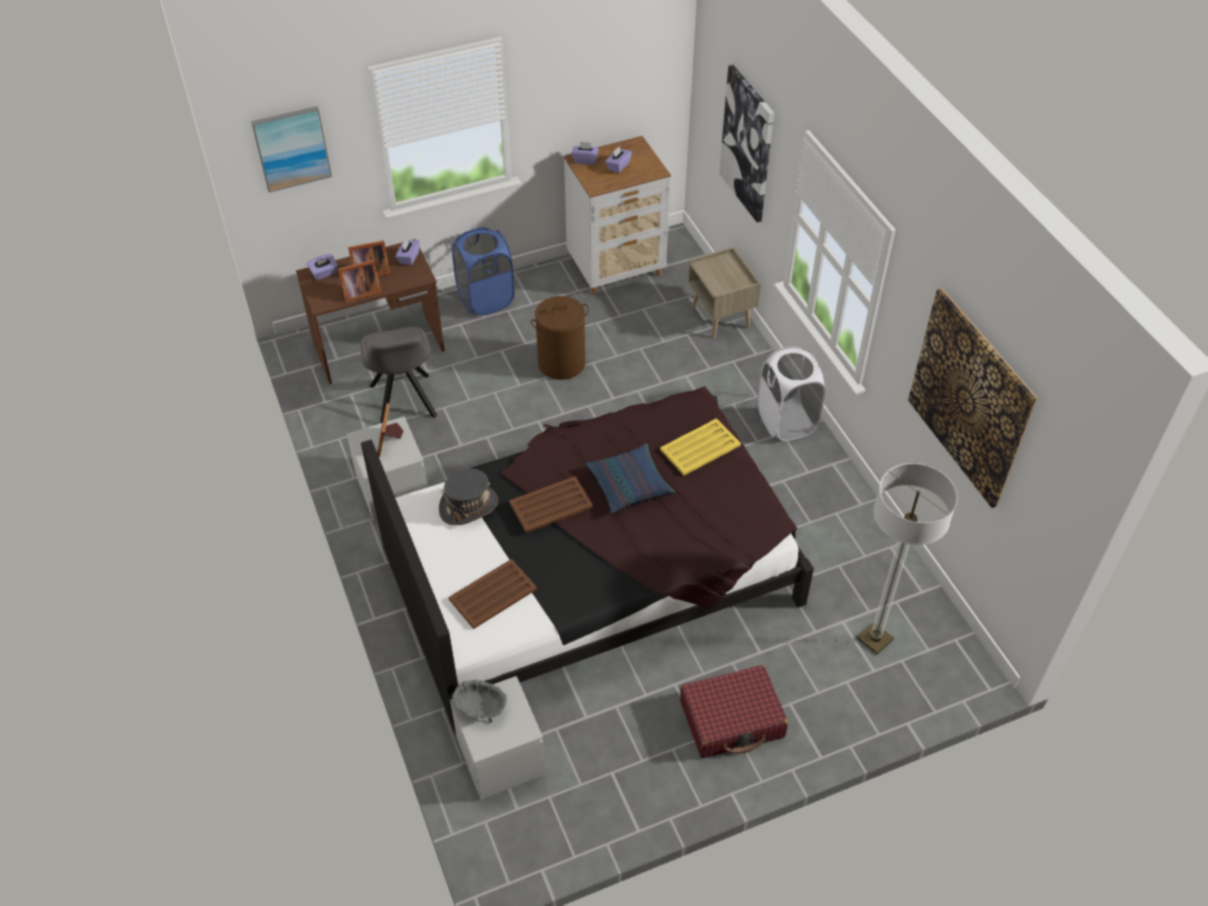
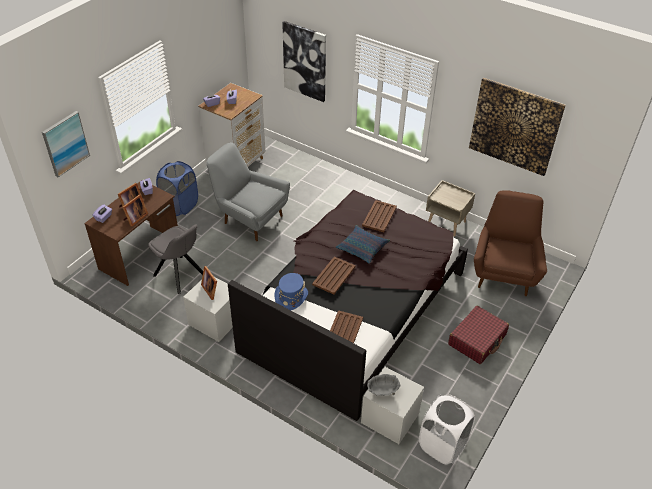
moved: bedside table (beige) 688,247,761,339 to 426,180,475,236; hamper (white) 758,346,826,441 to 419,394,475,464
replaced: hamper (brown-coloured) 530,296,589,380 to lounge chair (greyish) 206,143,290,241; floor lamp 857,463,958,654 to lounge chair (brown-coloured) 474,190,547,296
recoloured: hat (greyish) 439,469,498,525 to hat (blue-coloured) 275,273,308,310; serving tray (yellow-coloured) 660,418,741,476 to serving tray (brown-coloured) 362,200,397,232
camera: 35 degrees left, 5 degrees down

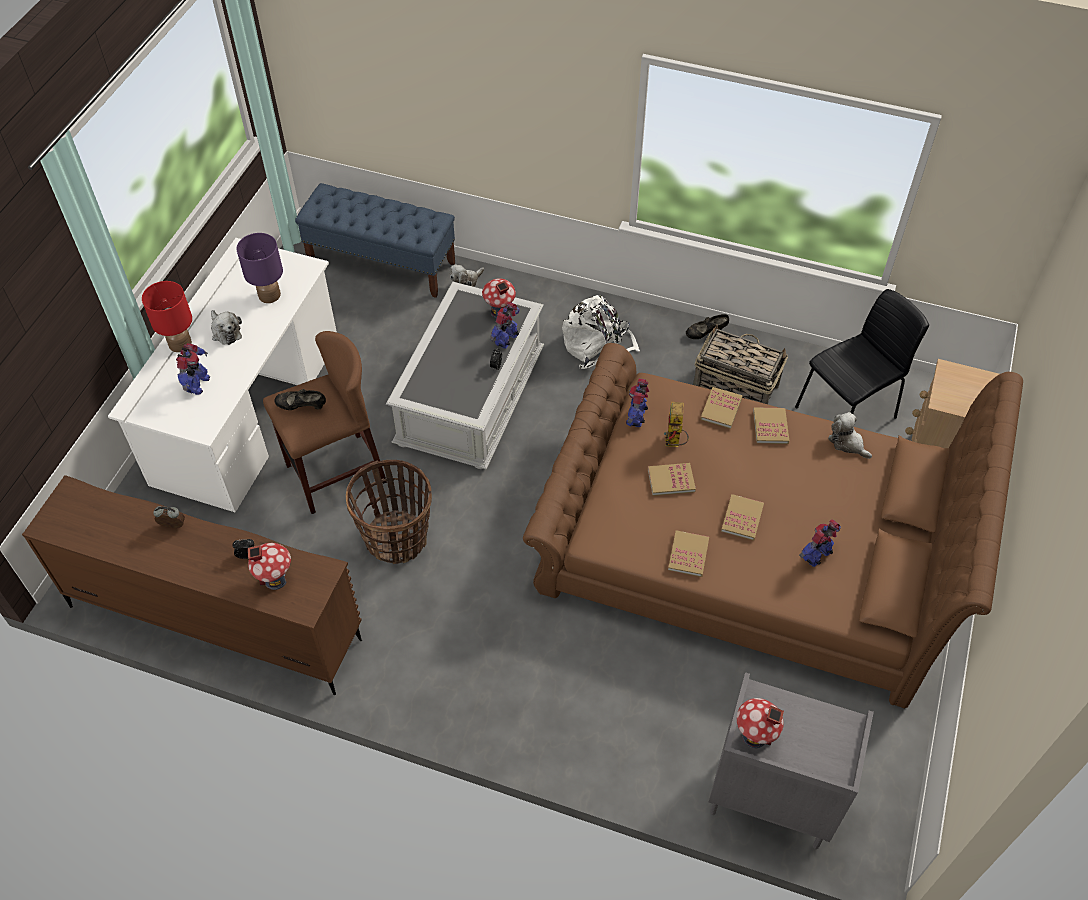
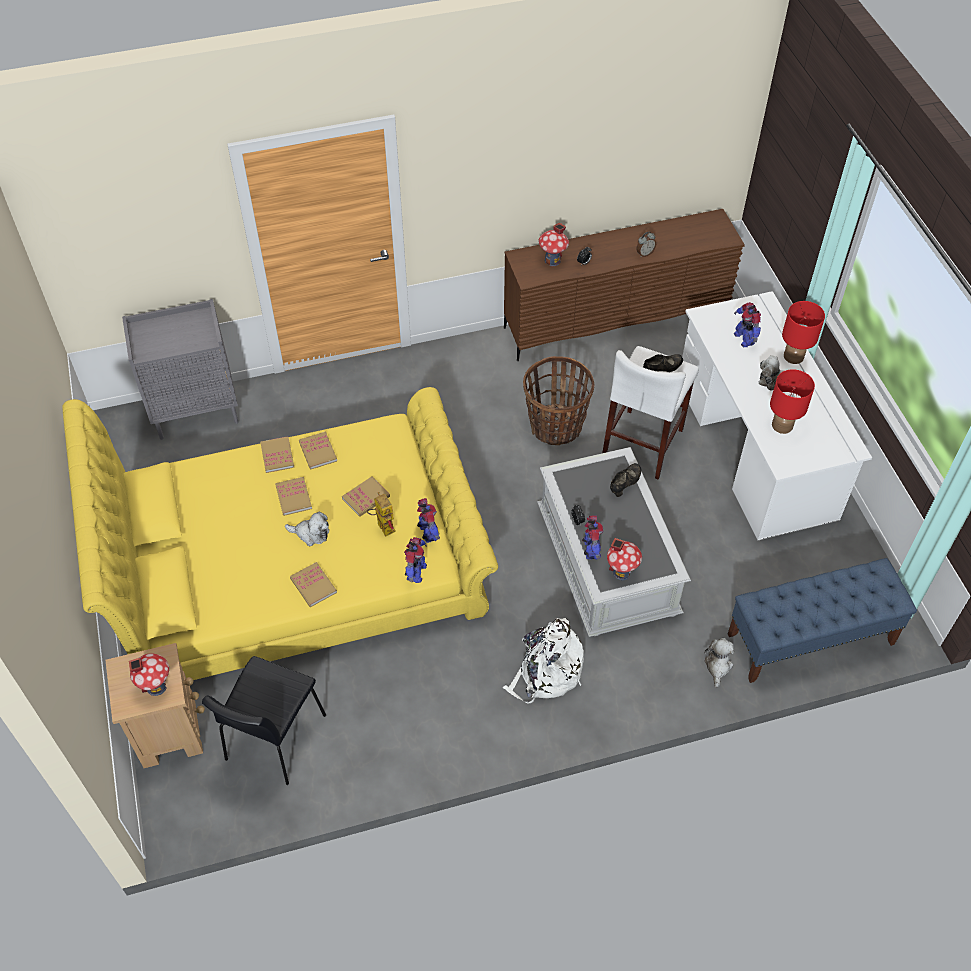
removed: basket 693,324,788,404
moved: low shoe (blackish) 686,314,729,339 to 610,463,642,497; bound book 700,387,743,429 to 260,436,294,473; toy house 737,698,784,748 to 129,653,169,696; toy robot 799,519,841,567 to 404,537,427,583; soft toy 828,412,872,459 to 285,512,329,546
recoloured: table lamp (purplish) 236,233,283,303 to table lamp (red-coloured) 770,369,815,434; stool (brown-coloured) 263,331,387,514 to stool (white) 602,346,699,479; bedroom bed (brown-coloured) 523,343,1023,708 to bedroom bed (yellow-coloured) 62,387,498,680
camera: 145 degrees right, 0 degrees up

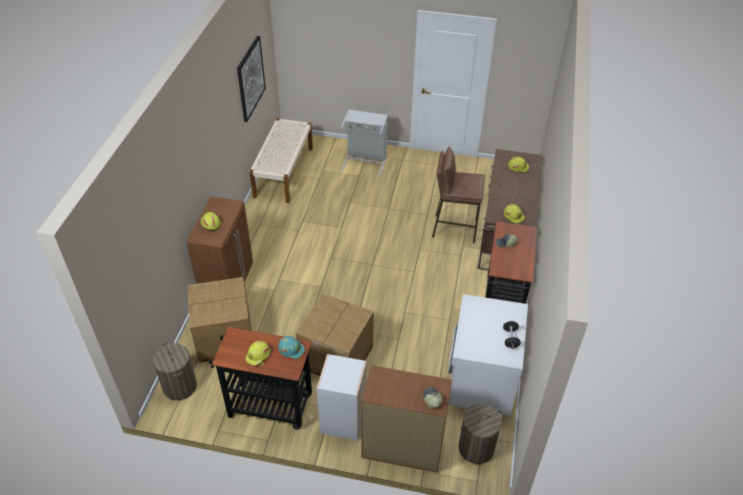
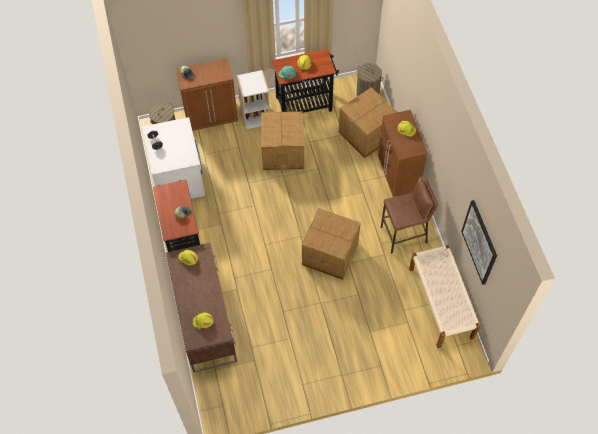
removed: hamper (greyish) 340,109,388,177
added: cardboard box 302,208,361,280
moved: stool (brown-coloured) 432,147,485,243 to 381,177,438,254
camera: 155 degrees right, 15 degrees up

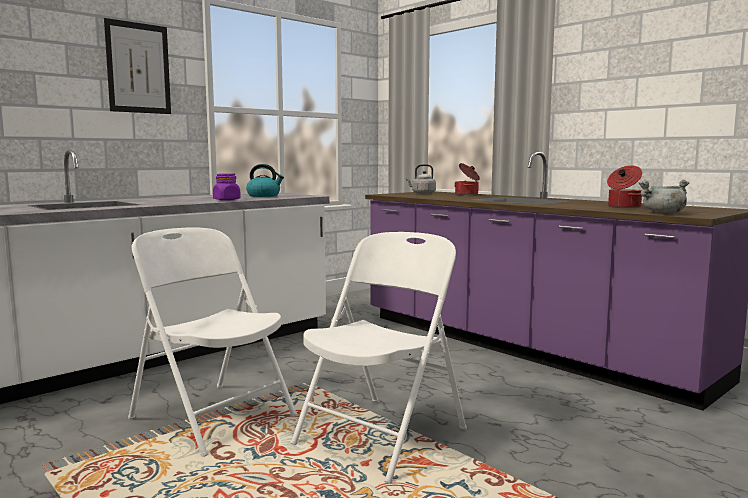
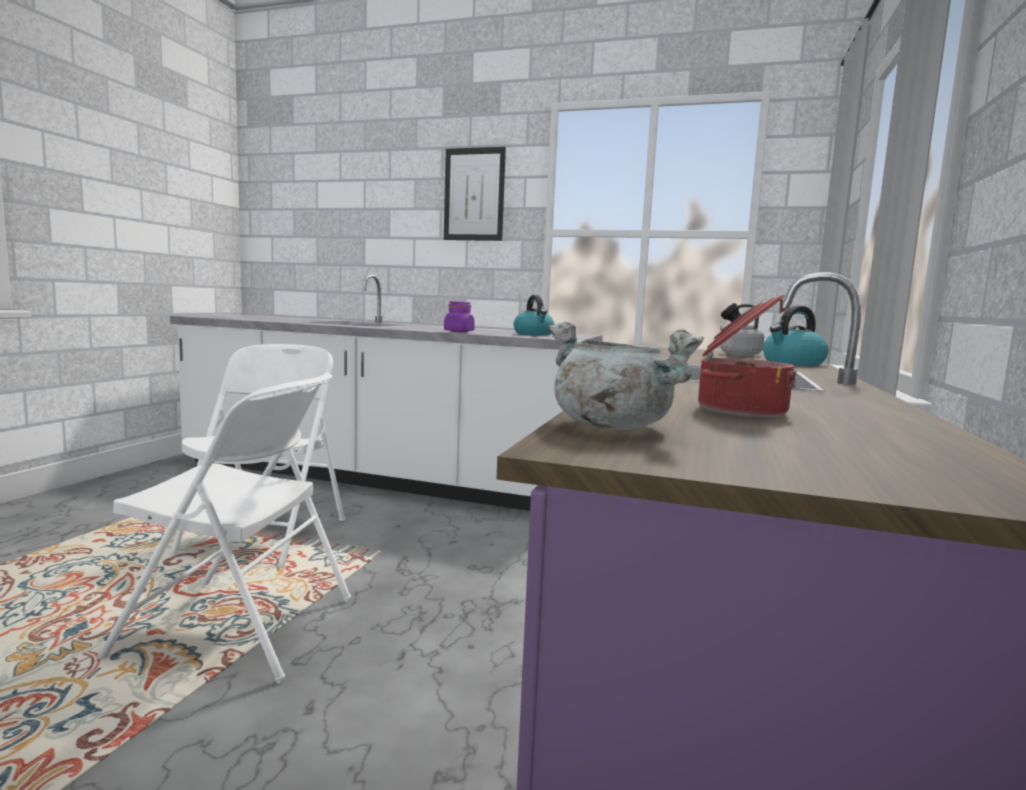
replaced: saucepot 454,163,480,195 to kettle 763,306,829,366
camera: 60 degrees right, 0 degrees up

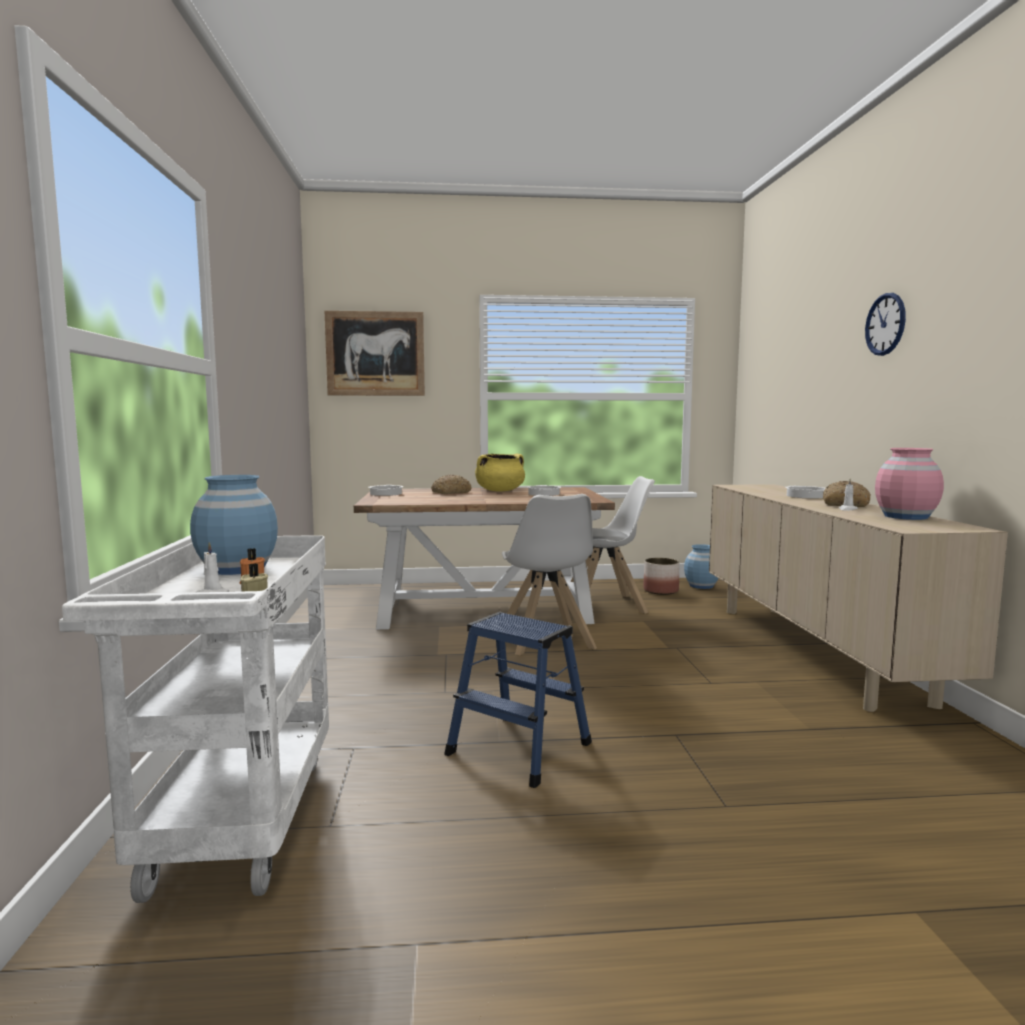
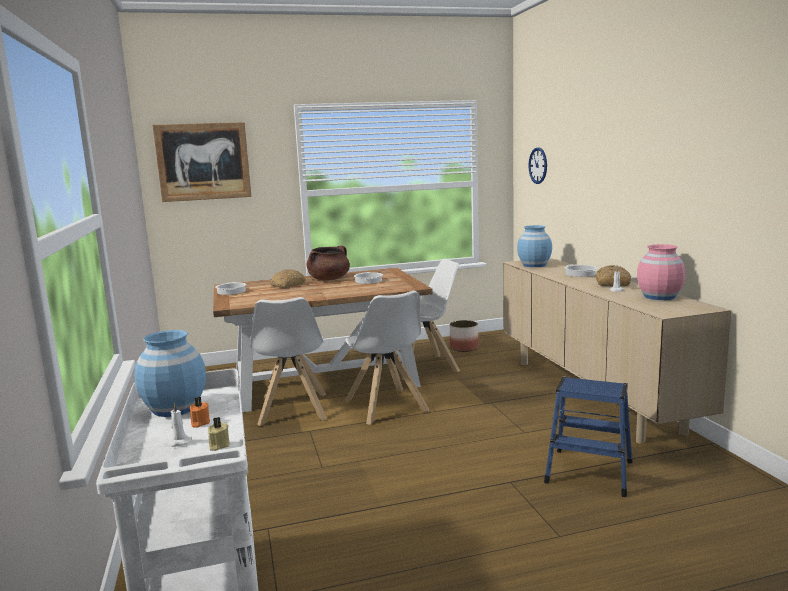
added: upright chair 250,297,327,426
moved: step stool (blue-coloured) 444,612,592,788 to 544,377,633,497; flower vase (blue-coloured) 684,544,719,589 to 517,225,552,267; wall clock 865,293,906,356 to 528,147,547,184
recoloured: saucepot (yellow-coloured) 475,454,525,492 to saucepot (brown-coloured) 306,246,350,281
camera: 10 degrees left, 5 degrees up

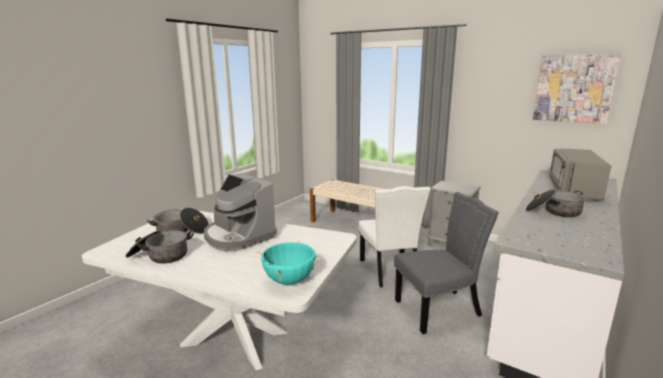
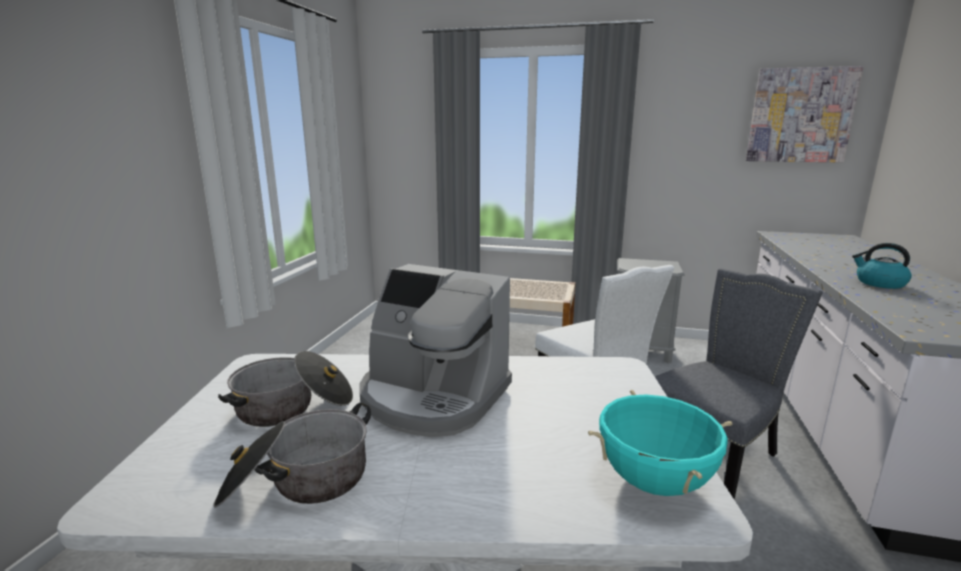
removed: kitchen microwave (greyish) 549,148,611,201
replaced: saucepot 526,189,586,217 to kettle 852,243,912,289
camera: 20 degrees left, 0 degrees up

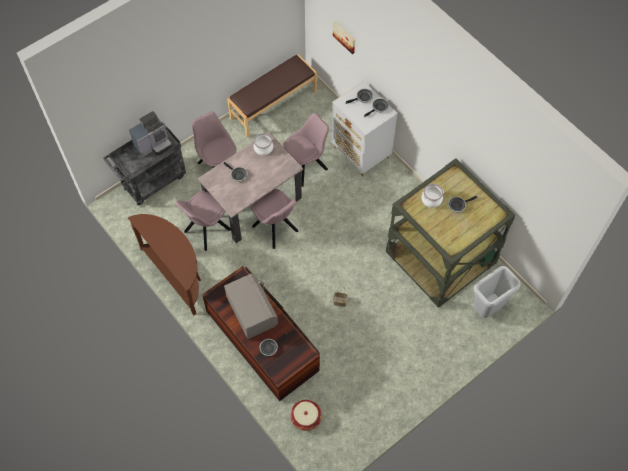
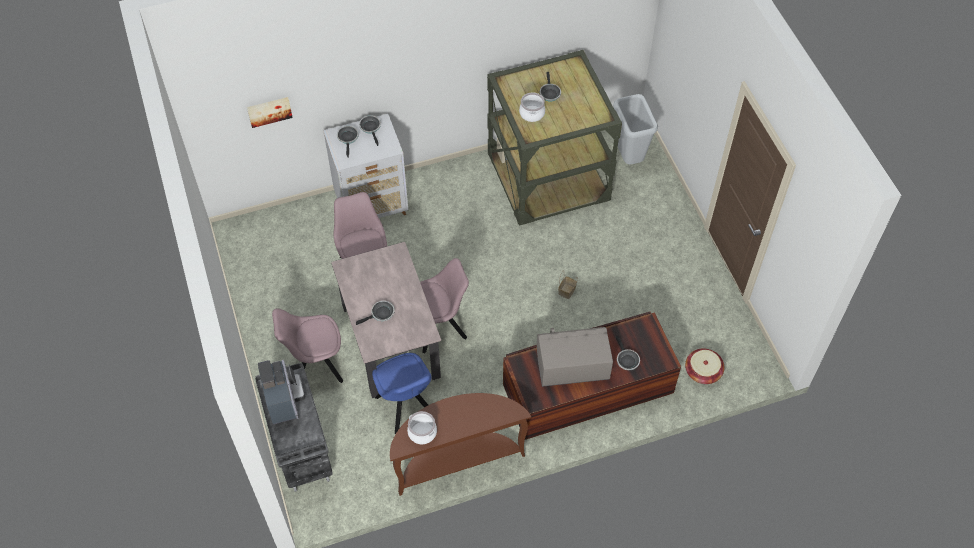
removed: indoor bench (brown-coloured) 227,54,317,137
moved: saucepot 254,133,273,156 to 407,411,437,444
recoloured: upright chair (pinkish) 175,191,231,251 to upright chair (blue-coloured) 372,353,432,434
camera: 70 degrees left, 5 degrees down

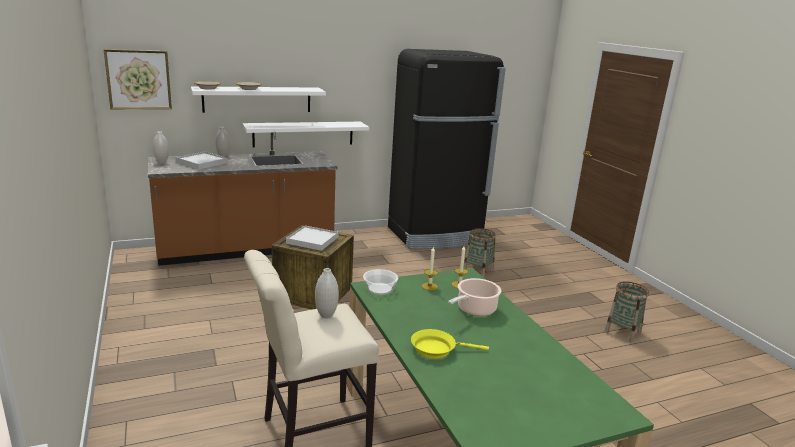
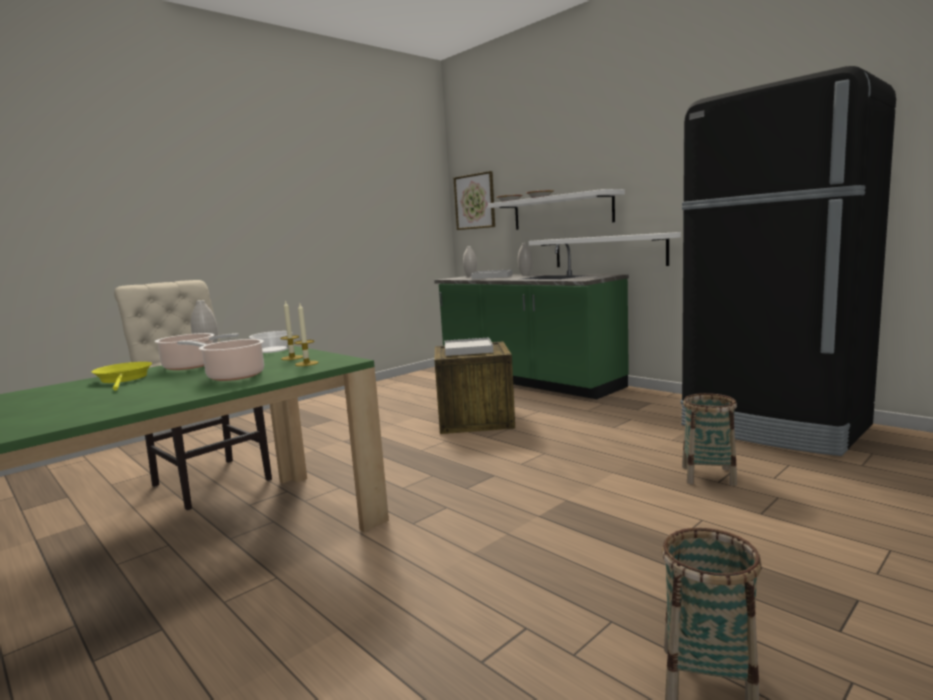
added: saucepot 155,333,239,370
recoloured: counter (brown-coloured) 148,132,338,266 to counter (green) 434,244,629,399
camera: 70 degrees right, 10 degrees down

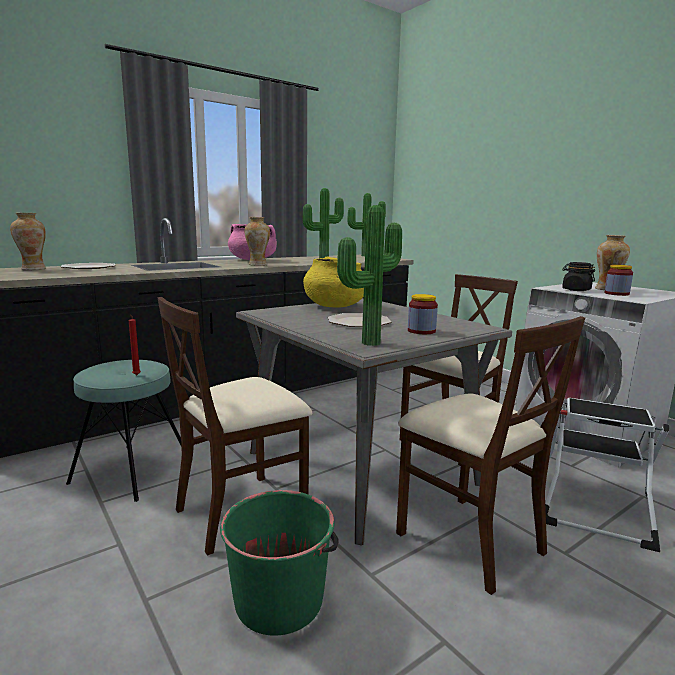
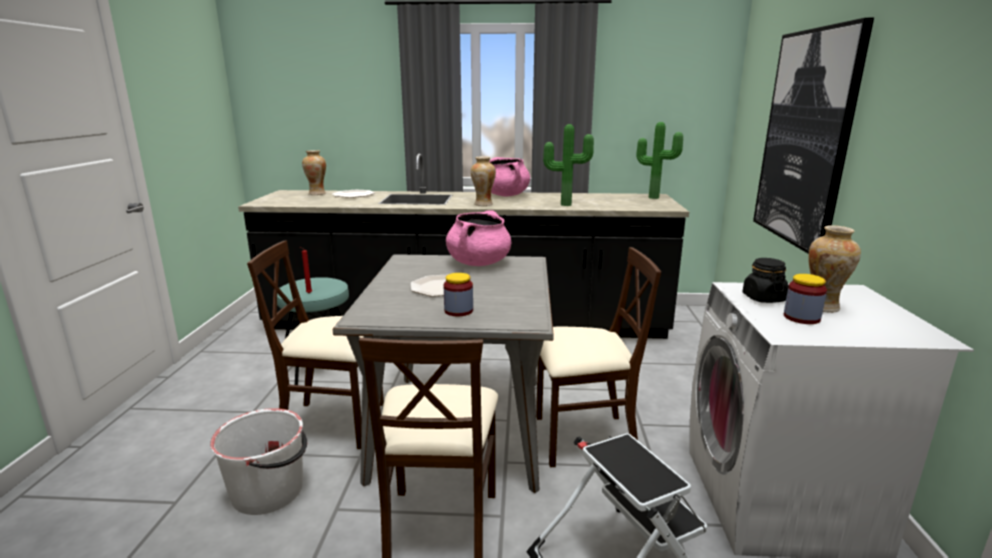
removed: plant in a pot 337,205,402,346
added: wall art 753,18,874,254
recoloured: water bucket (green) 220,490,339,636 to water bucket (white) 210,408,307,515; saucepot (yellow-coloured) 303,256,364,307 to saucepot (pinkish) 446,210,511,266
camera: 40 degrees right, 5 degrees up

